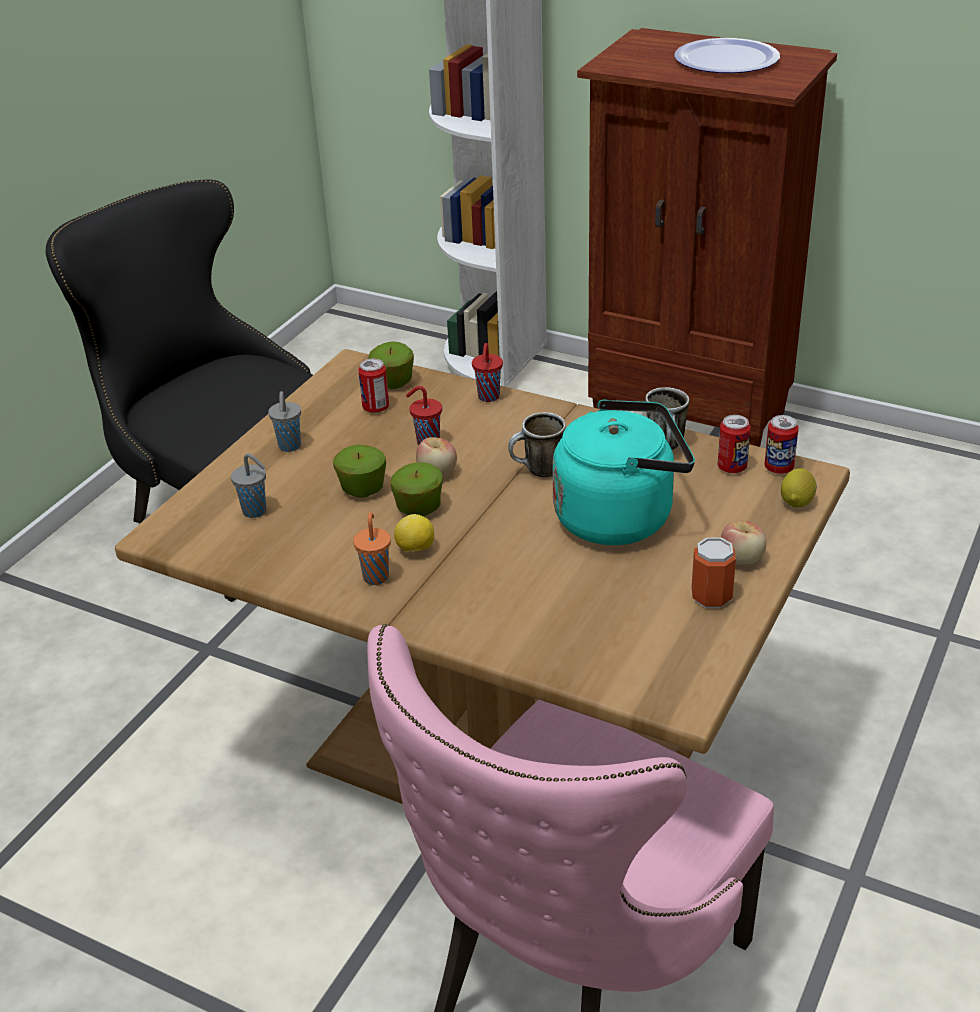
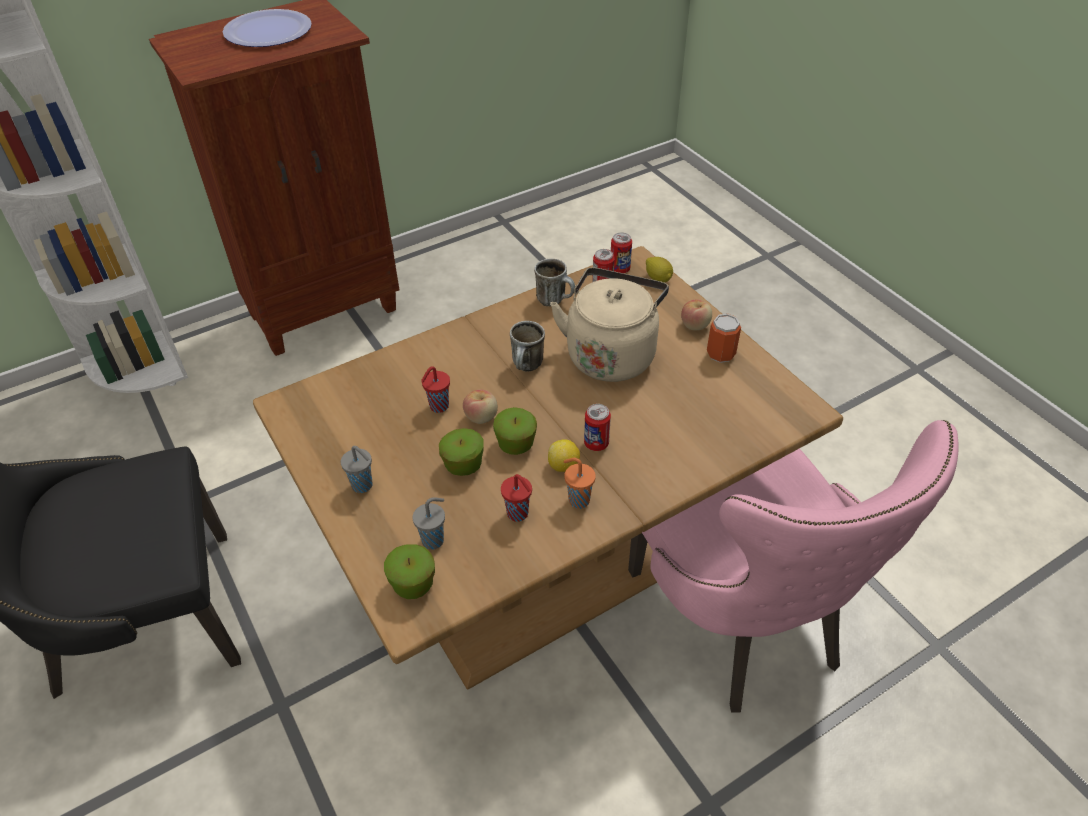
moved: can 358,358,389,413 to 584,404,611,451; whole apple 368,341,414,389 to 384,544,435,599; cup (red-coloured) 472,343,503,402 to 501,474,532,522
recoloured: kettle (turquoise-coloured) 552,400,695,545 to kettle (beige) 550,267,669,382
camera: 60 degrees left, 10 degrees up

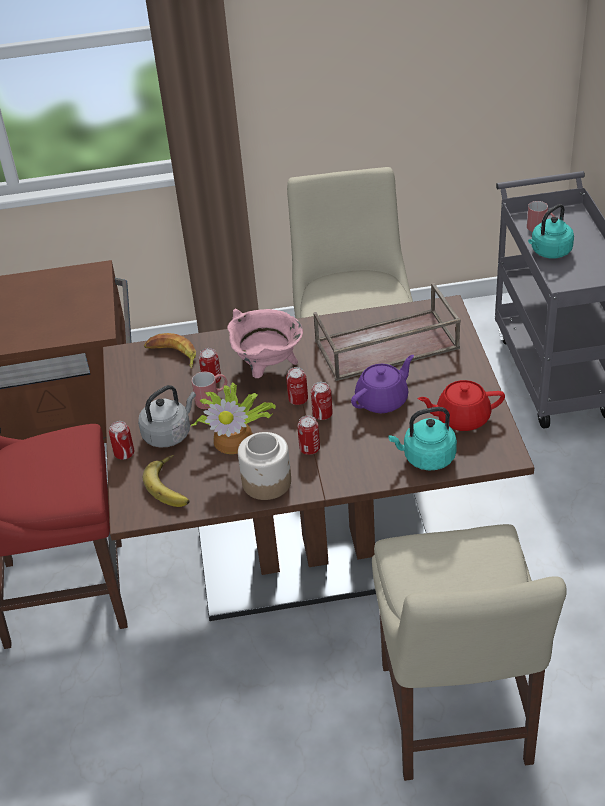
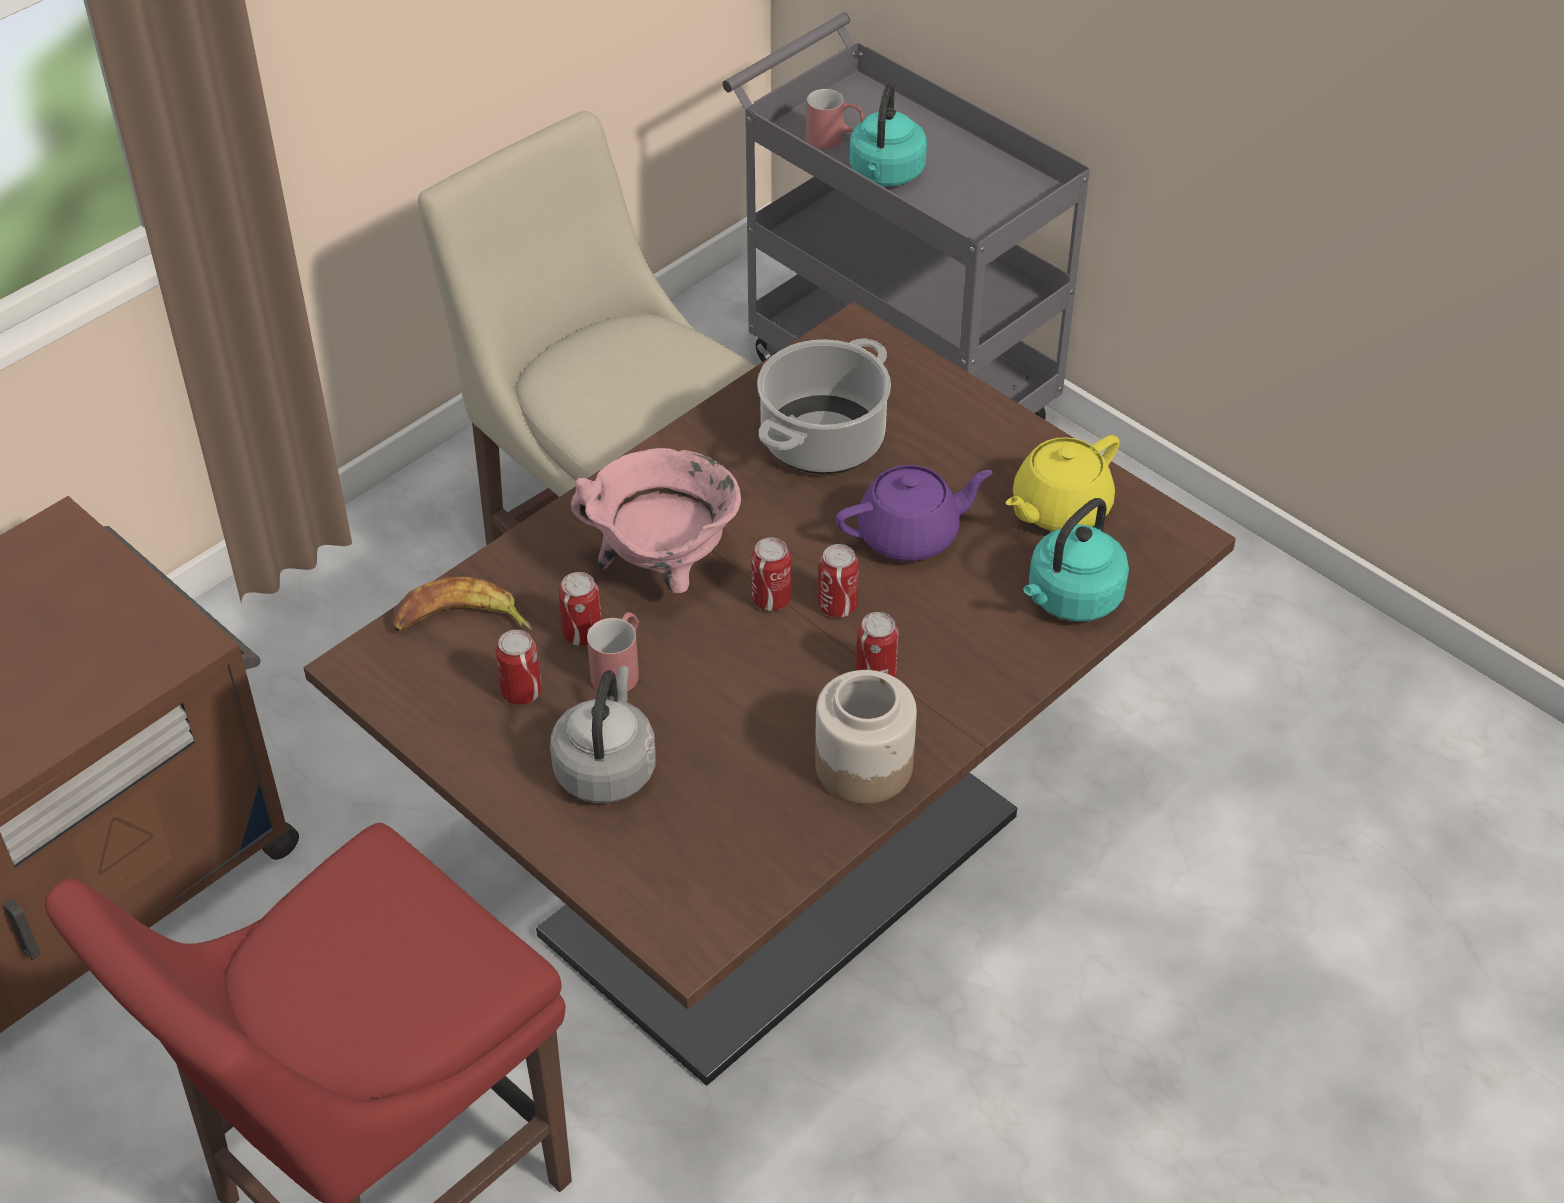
removed: banana 143,455,189,507; plant in a pot 191,382,276,454; upright chair (beige) 372,524,567,781
moved: can 109,421,134,459 to 496,630,542,705
replaced: serving tray (brown-coloured) 313,283,461,381 to saucepot 757,338,891,474
recoloured: tea pot (red-coloured) 418,380,505,431 to tea pot (yellow-coloured) 1006,435,1120,531
turned: tea pot (purplish) 351,355,414,413 = 836,465,993,561 60 degrees clockwise
camera: 40 degrees left, 5 degrees up

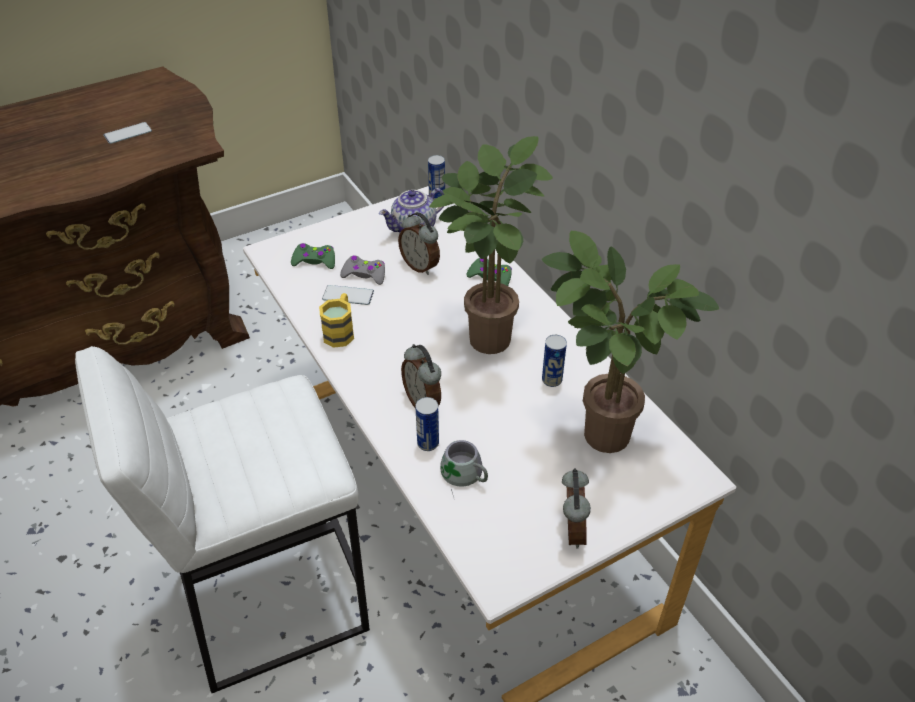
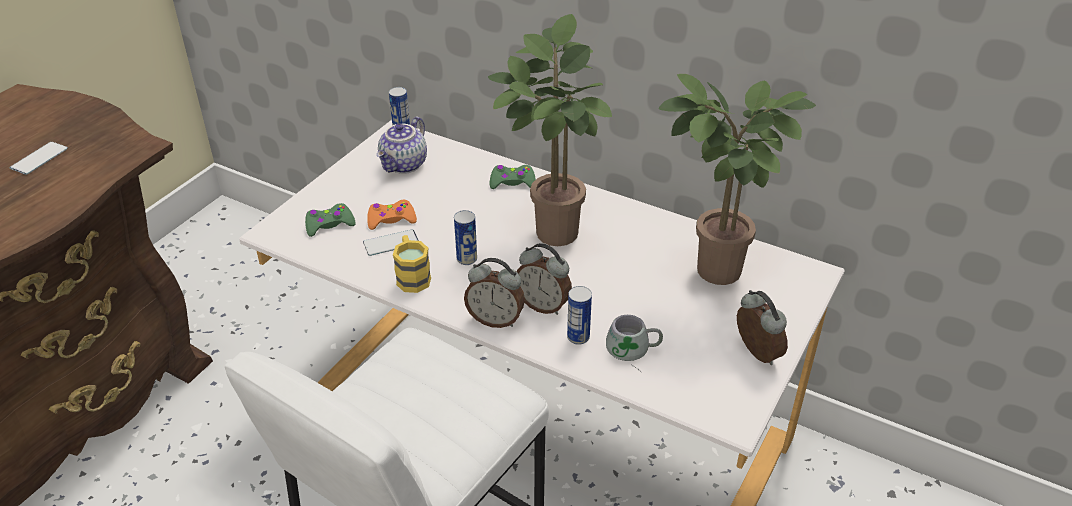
moved: alarm clock 398,212,440,275 to 464,258,525,328; can 542,335,567,387 to 454,210,477,265
recoloured: gamepad (greyish) 340,256,385,285 to gamepad (orange) 367,200,417,230
camera: 30 degrees left, 5 degrees down

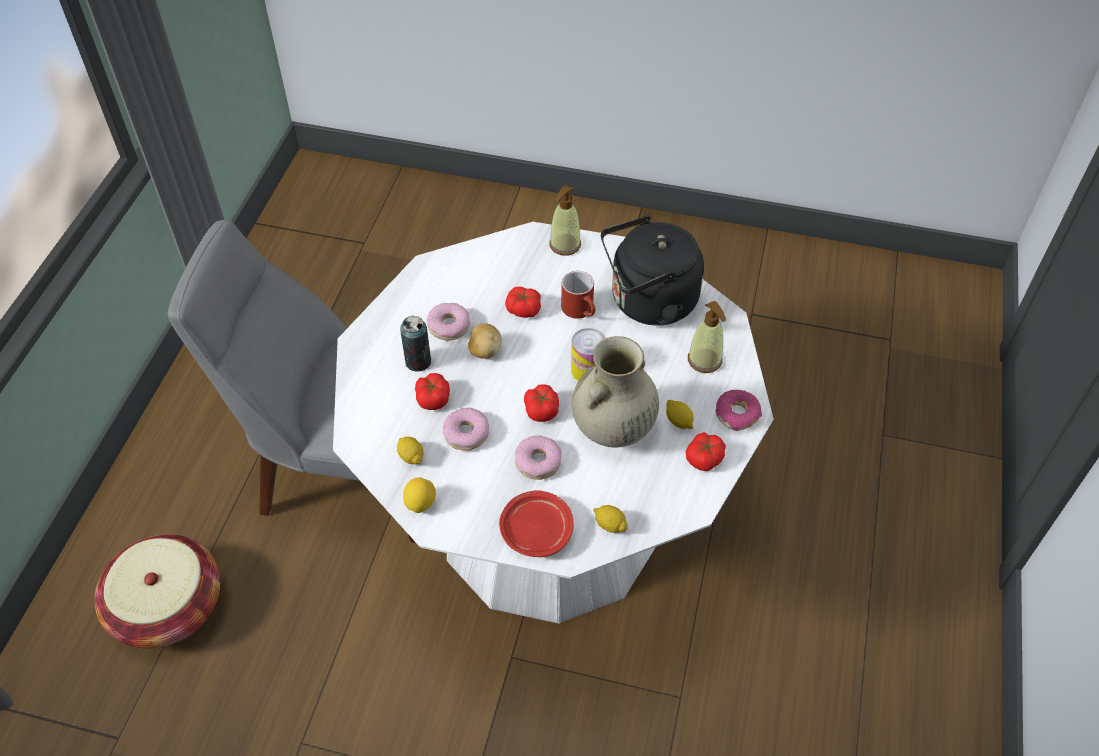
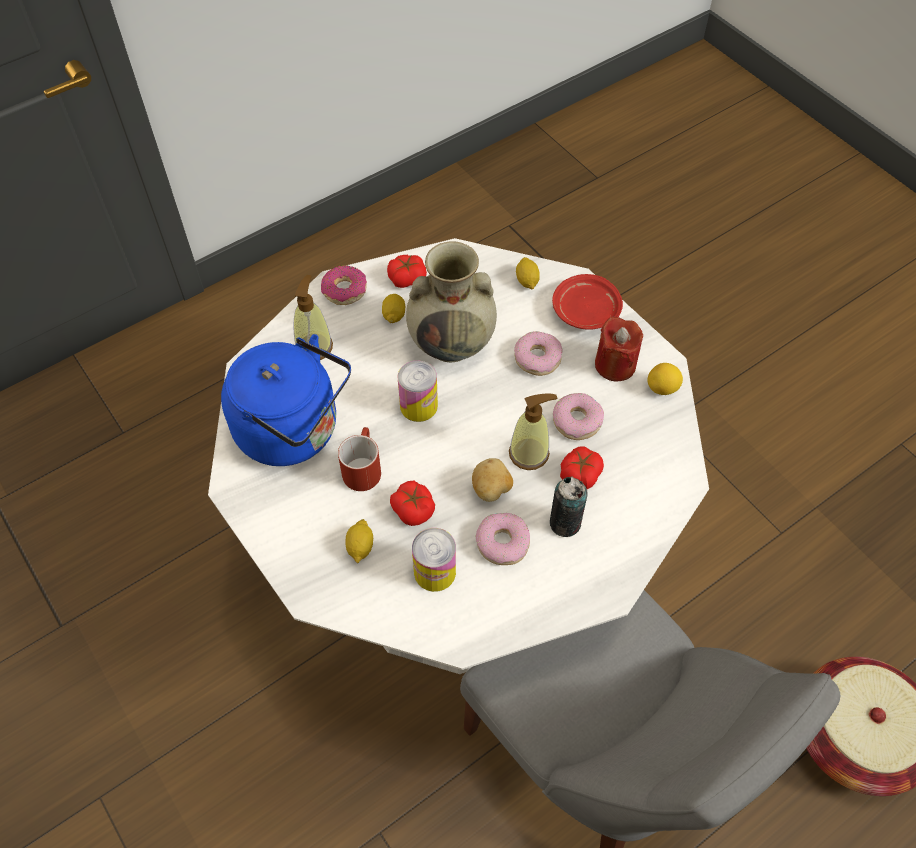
removed: whole tomato 524,384,559,422
added: can 412,528,456,592; candle (red-coloured) 595,316,643,381
moved: citrus fruit 397,436,424,465 to 346,519,373,563; soap dispenser 549,185,581,256 to 509,393,558,470
recoloured: kettle (blackish) 601,216,704,326 to kettle (blue-coloured) 221,334,351,466
camera: 140 degrees left, 5 degrees up

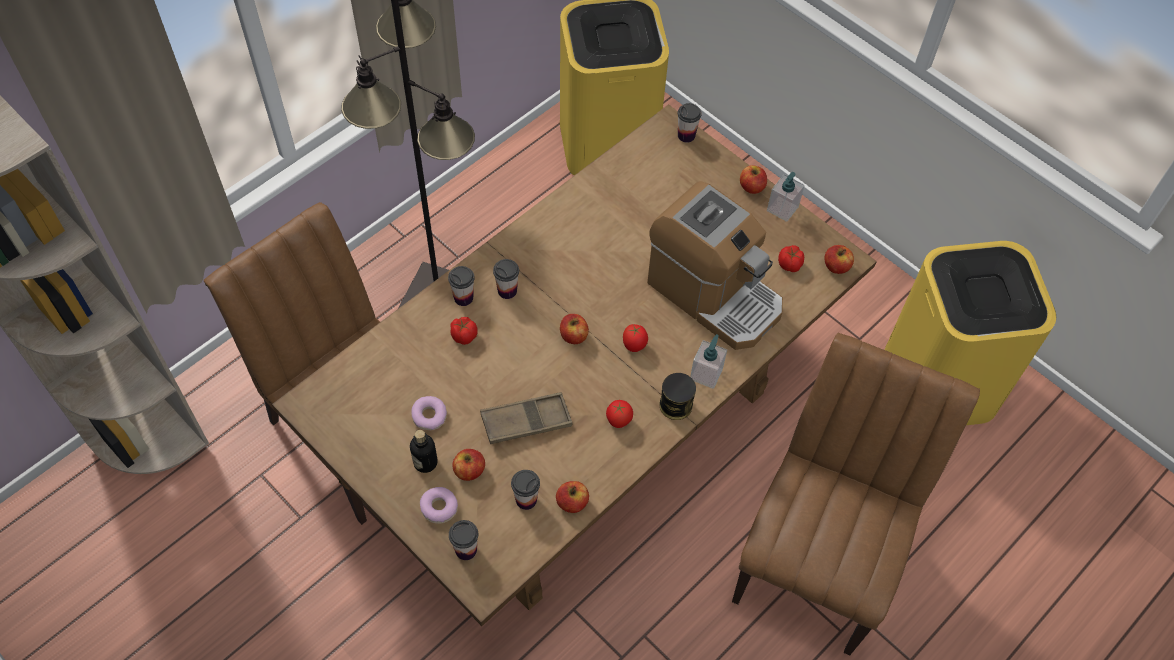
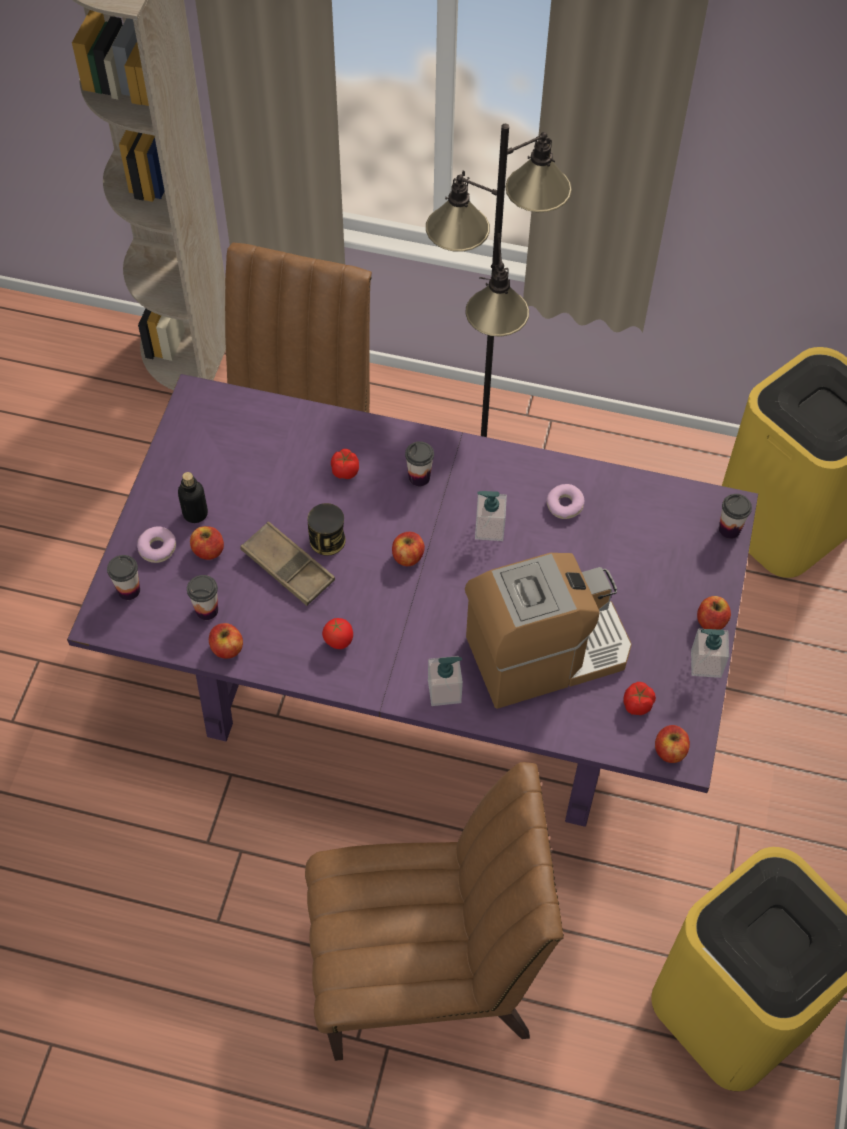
removed: cup 448,266,475,306; whole tomato 623,324,648,352
added: soap dispenser 475,491,507,541
moved: doughnut 411,396,447,430 to 546,484,584,519; can 659,373,696,420 to 307,503,346,556
recoloured: dinner table (brown-coloured) 272,104,877,626 to dinner table (purplish) 67,374,758,827
turned: coffee brewer 647,181,783,350 = 465,553,632,709 120 degrees counterclockwise
camera: 60 degrees right, 0 degrees up

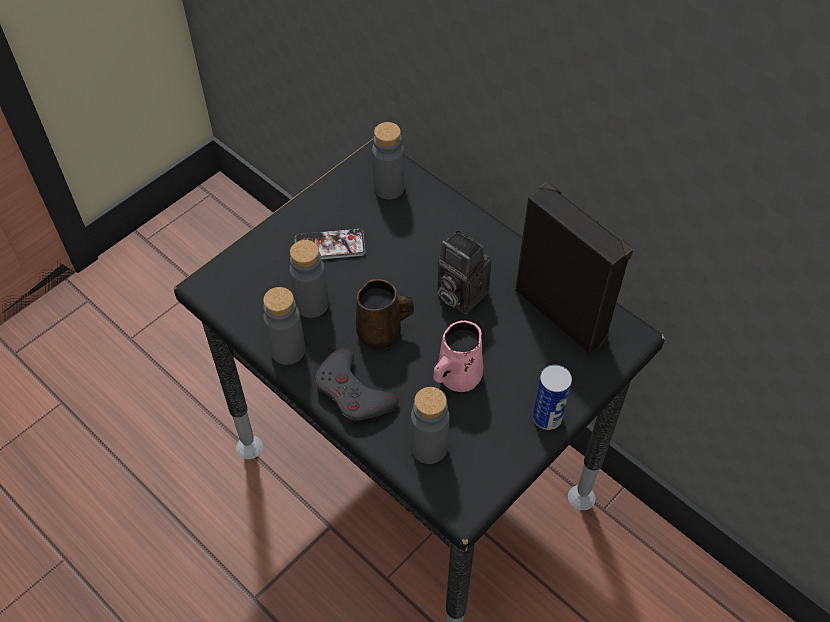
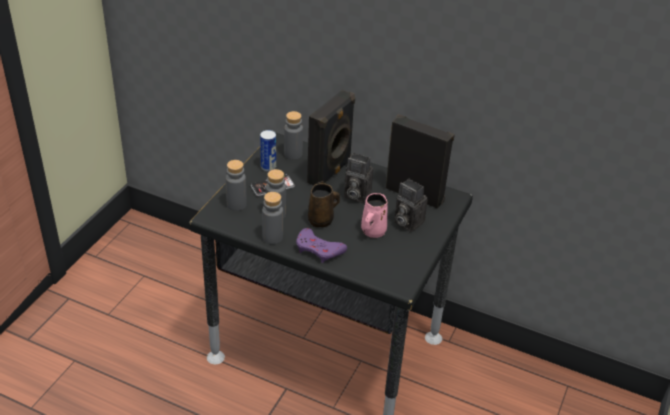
added: loudspeaker (blackish) 307,90,355,186; still camera 394,179,428,232
moved: drink bottle (greyish) 411,387,450,464 to 226,160,247,211; can 533,365,572,430 to 260,130,276,171
recoloured: gamepad (greyish) 314,348,399,423 to gamepad (purplish) 296,228,347,263
camera: 20 degrees left, 15 degrees down

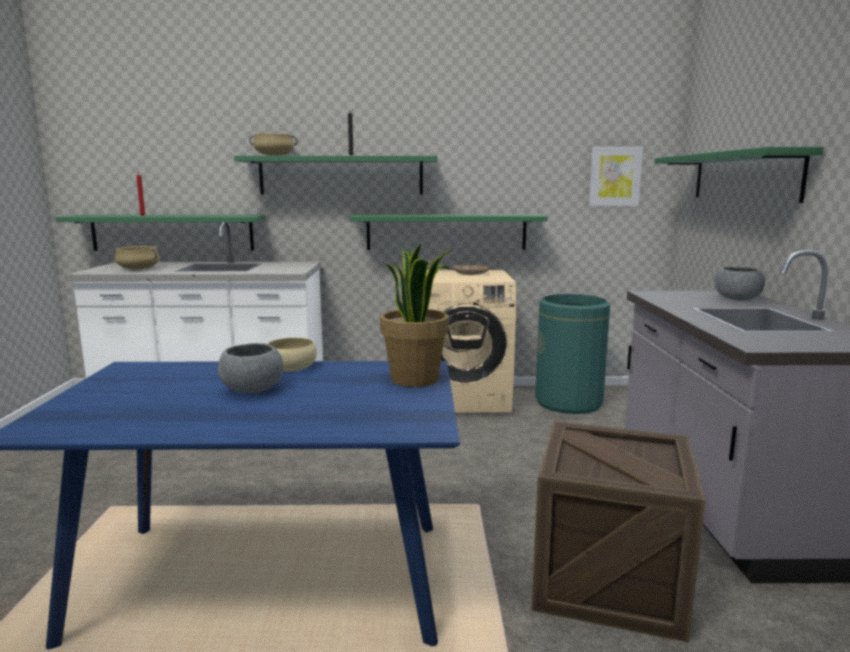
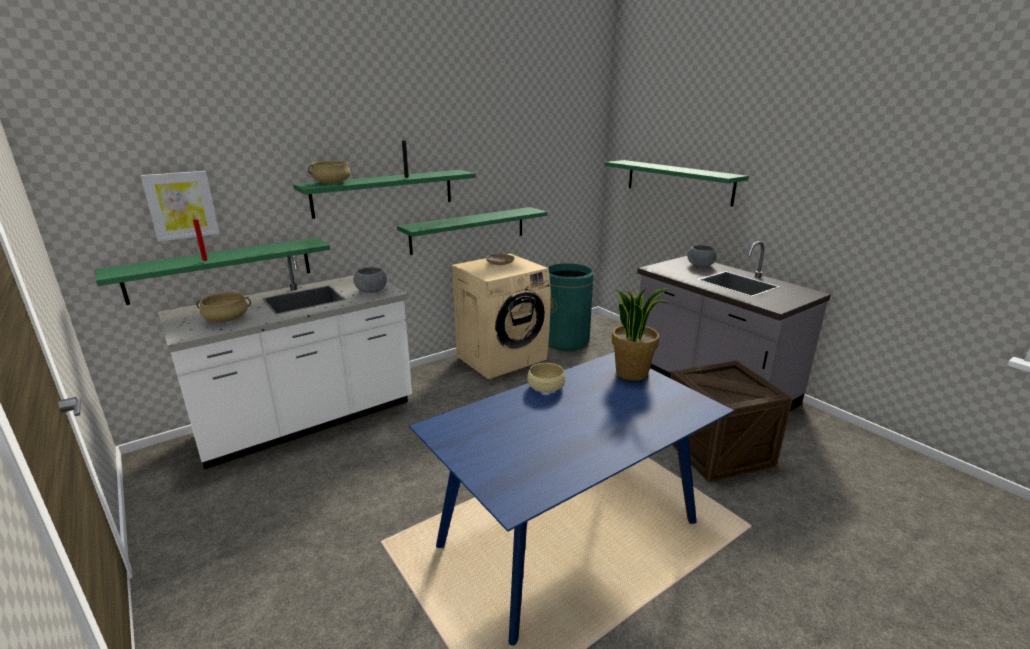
moved: deep dish (greyish) 218,343,283,393 to 354,267,387,293; wall art 589,147,643,206 to 140,171,220,242
camera: 35 degrees left, 10 degrees up

